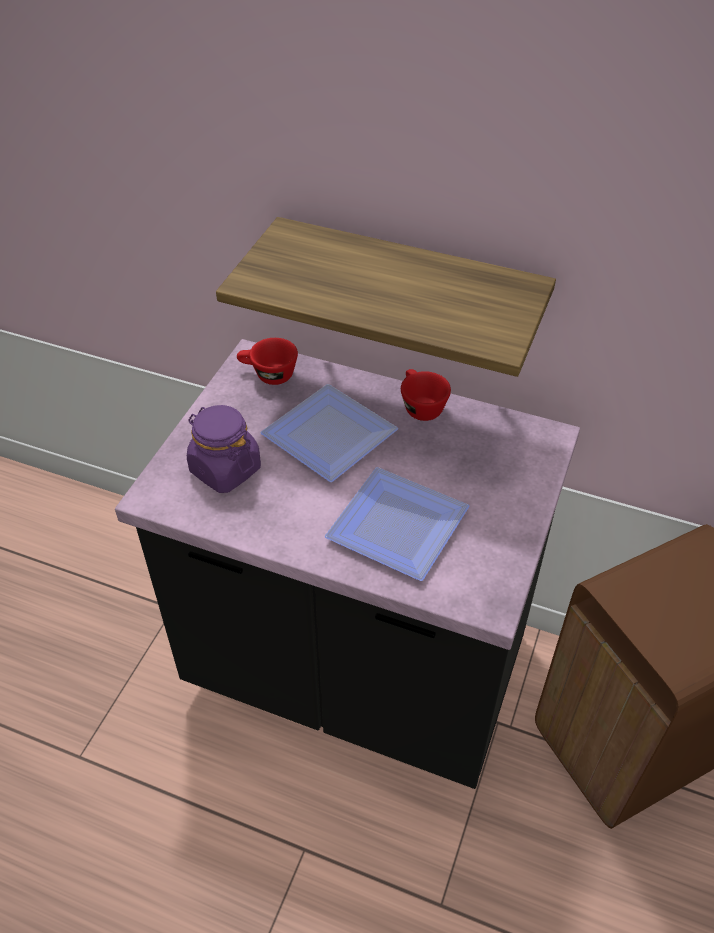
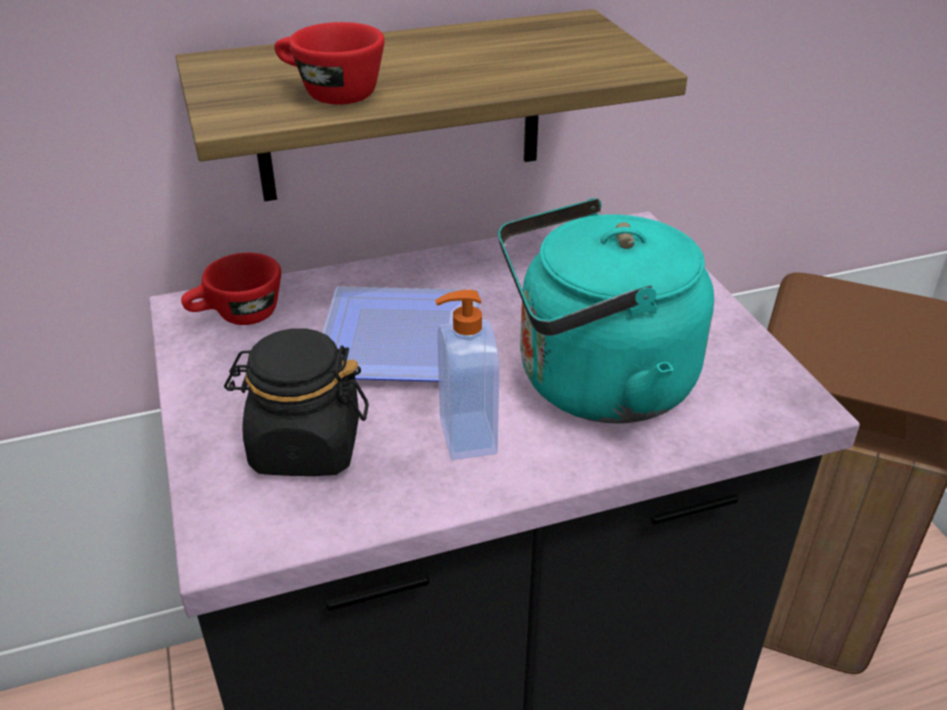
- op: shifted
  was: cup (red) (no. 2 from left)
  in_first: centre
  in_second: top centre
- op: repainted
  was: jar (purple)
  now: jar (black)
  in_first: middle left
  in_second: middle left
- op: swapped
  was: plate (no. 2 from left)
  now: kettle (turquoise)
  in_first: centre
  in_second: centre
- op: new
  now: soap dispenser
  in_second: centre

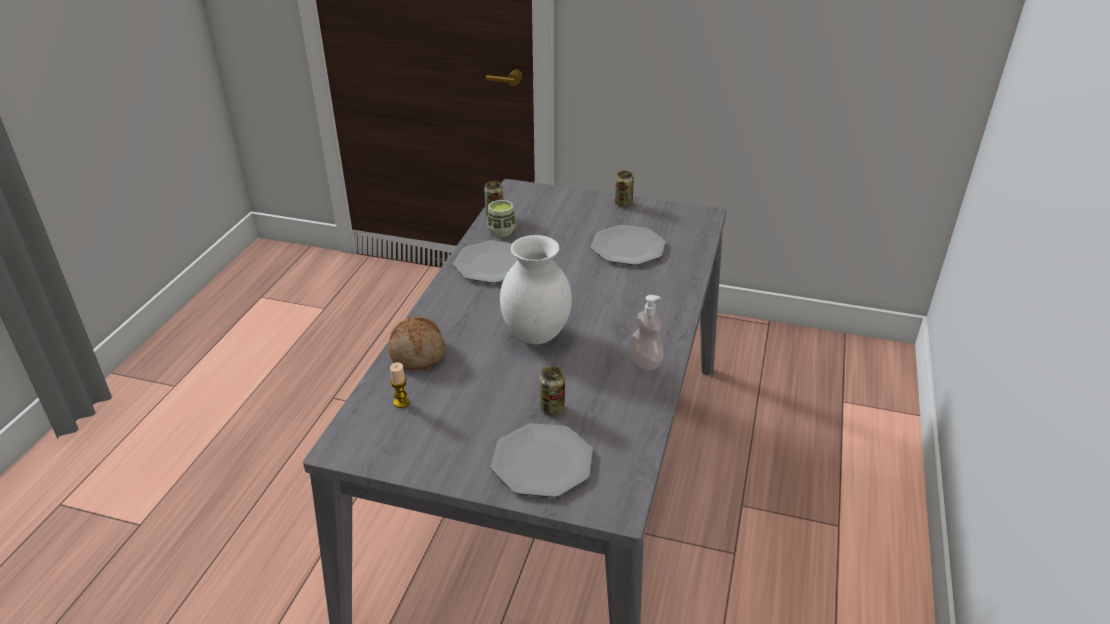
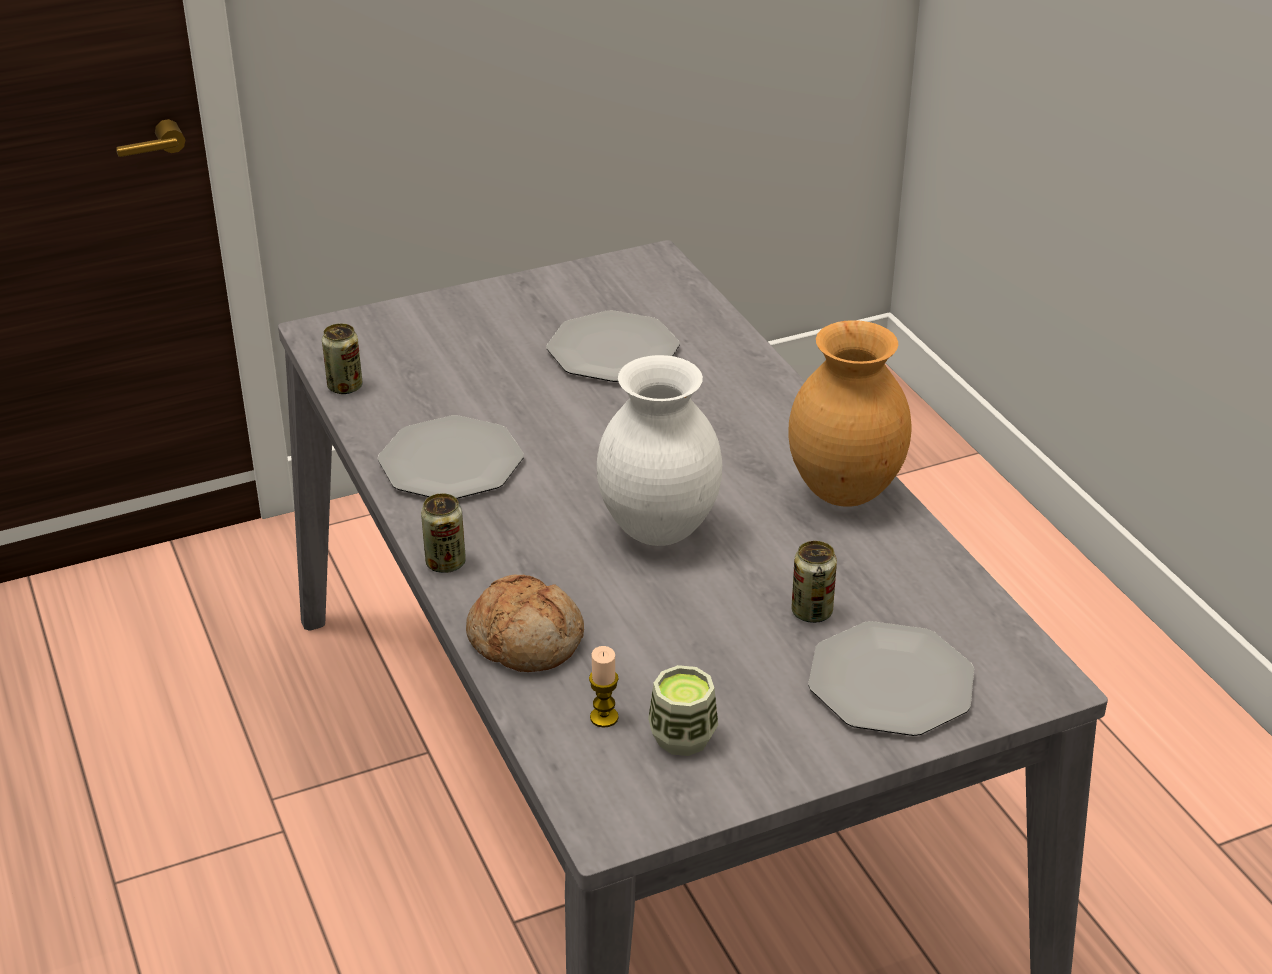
- op: shifted
  was: can (no. 3 from left in the first image)
  now: can (no. 2 from left)
  in_first: top centre
  in_second: centre
- op: shifted
  was: cup
  in_first: centre
  in_second: bottom centre
- op: swapped
  was: soap dispenser
  now: vase (brown)
  in_first: centre
  in_second: middle right

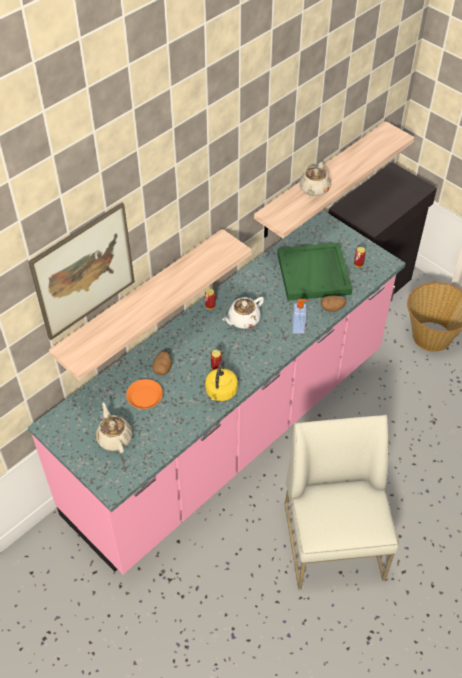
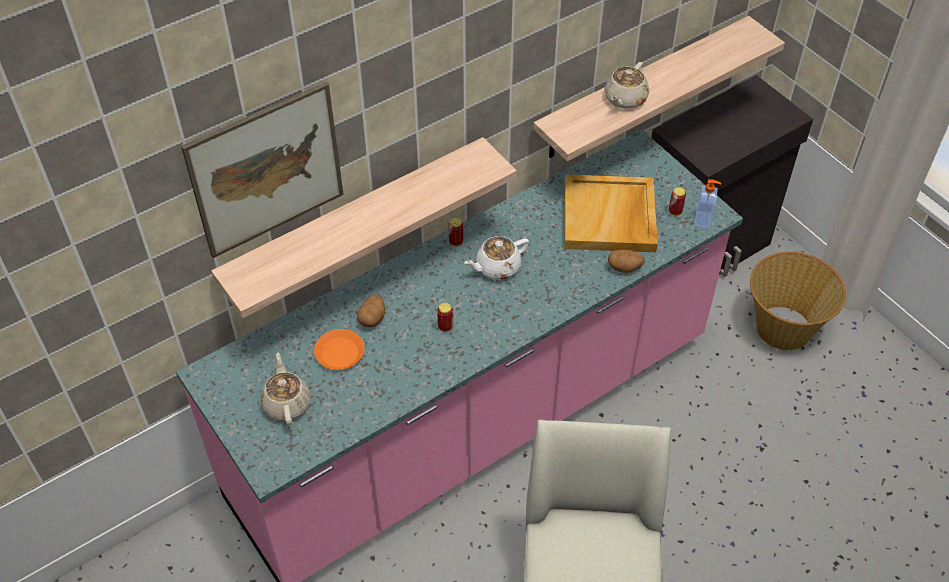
- op: repainted
  was: tray (green)
  now: tray (beige)
  in_first: middle right
  in_second: centre
- op: shifted
  was: soap dispenser
  in_first: centre
  in_second: middle right
- op: gone
  was: kettle (yellow)
  in_first: centre

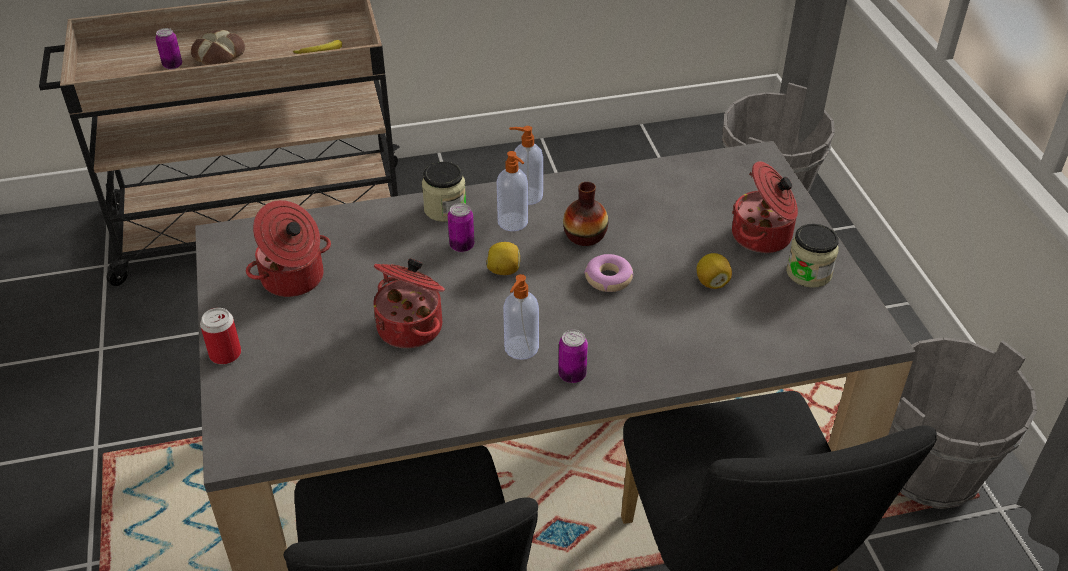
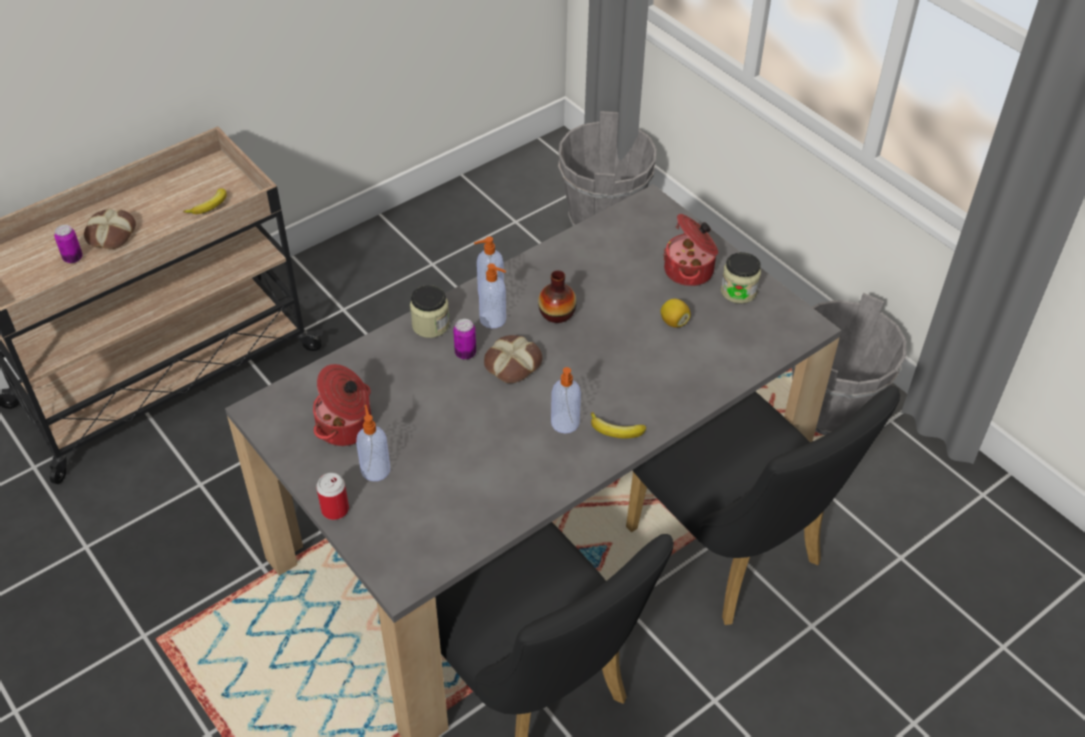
- op: swapped
  was: lemon (no. 1 from left)
  now: bread (no. 2 from left)
  in_first: centre
  in_second: centre
- op: gone
  was: donut
  in_first: centre
- op: gone
  was: cooking pot (no. 2 from left)
  in_first: centre
- op: swapped
  was: can (no. 4 from left)
  now: banana (no. 2 from left)
  in_first: centre
  in_second: centre
- op: new
  now: soap dispenser (no. 1 from left)
  in_second: centre

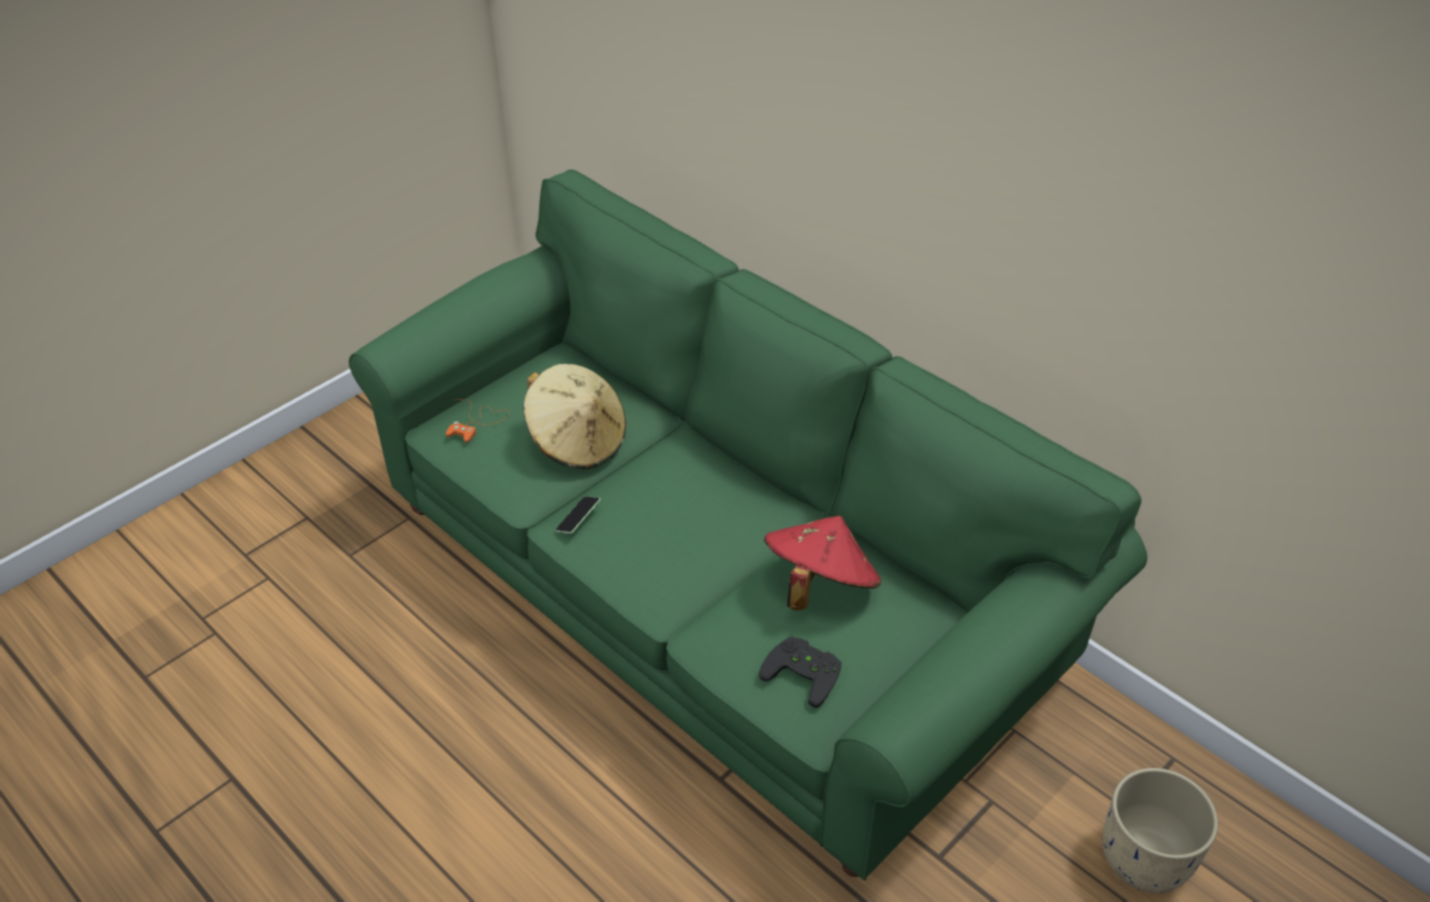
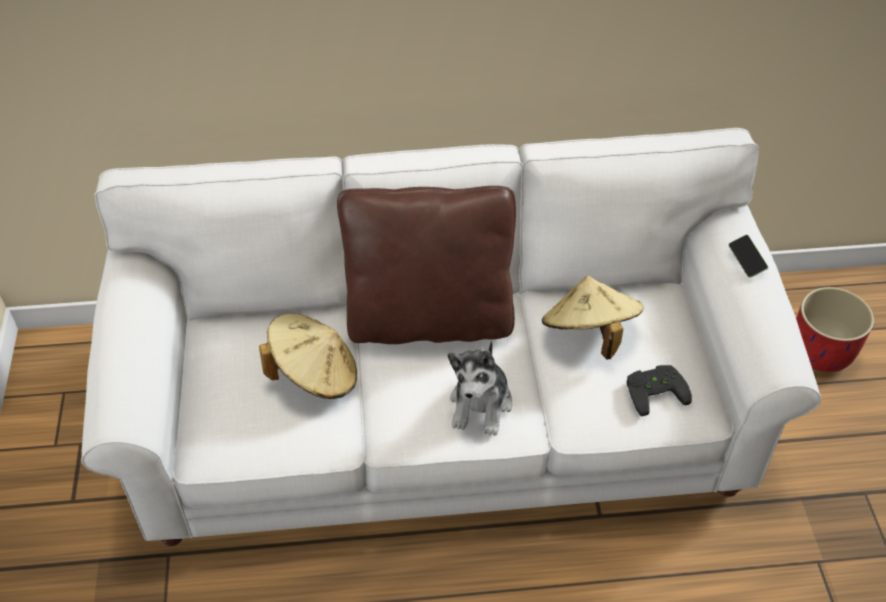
- op: repainted
  was: sofa (green)
  now: sofa (white)
  in_first: centre
  in_second: centre
- op: gone
  was: game controller (orange)
  in_first: centre
- op: shifted
  was: phone
  in_first: centre
  in_second: middle right
- op: repainted
  was: hat (red)
  now: hat (beige) (no. 2 from left)
  in_first: centre
  in_second: middle right
- op: repainted
  was: planter (beige)
  now: planter (red)
  in_first: bottom right
  in_second: middle right
- op: new
  now: pillow (brown)
  in_second: centre
- op: new
  now: plush toy
  in_second: centre

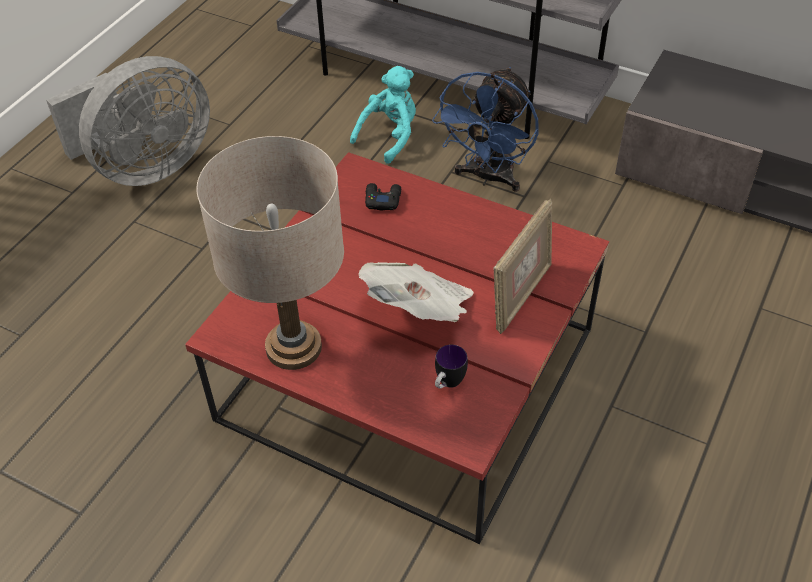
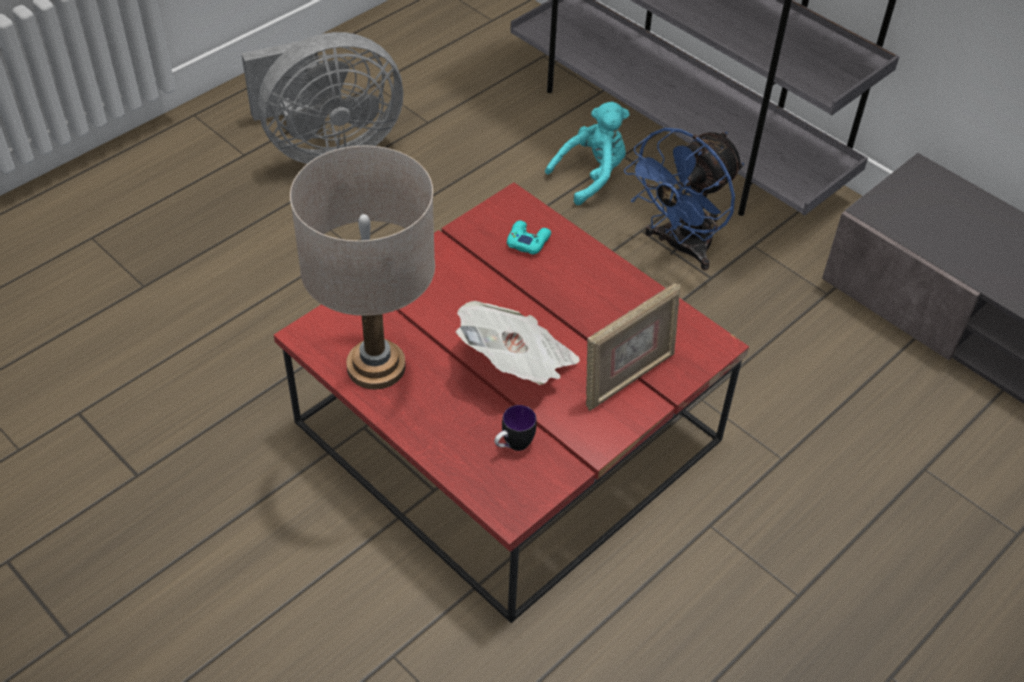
- op: repainted
  was: game controller (black)
  now: game controller (turquoise)
  in_first: centre
  in_second: centre

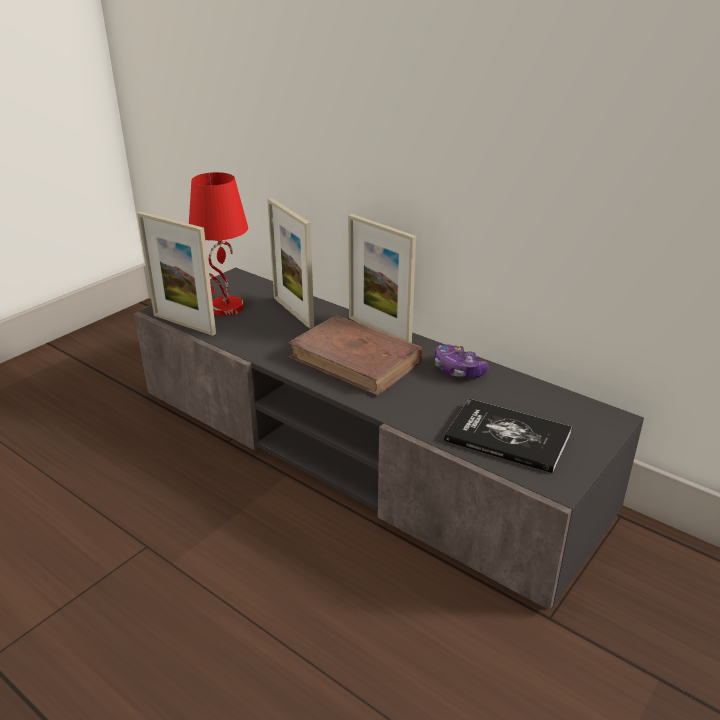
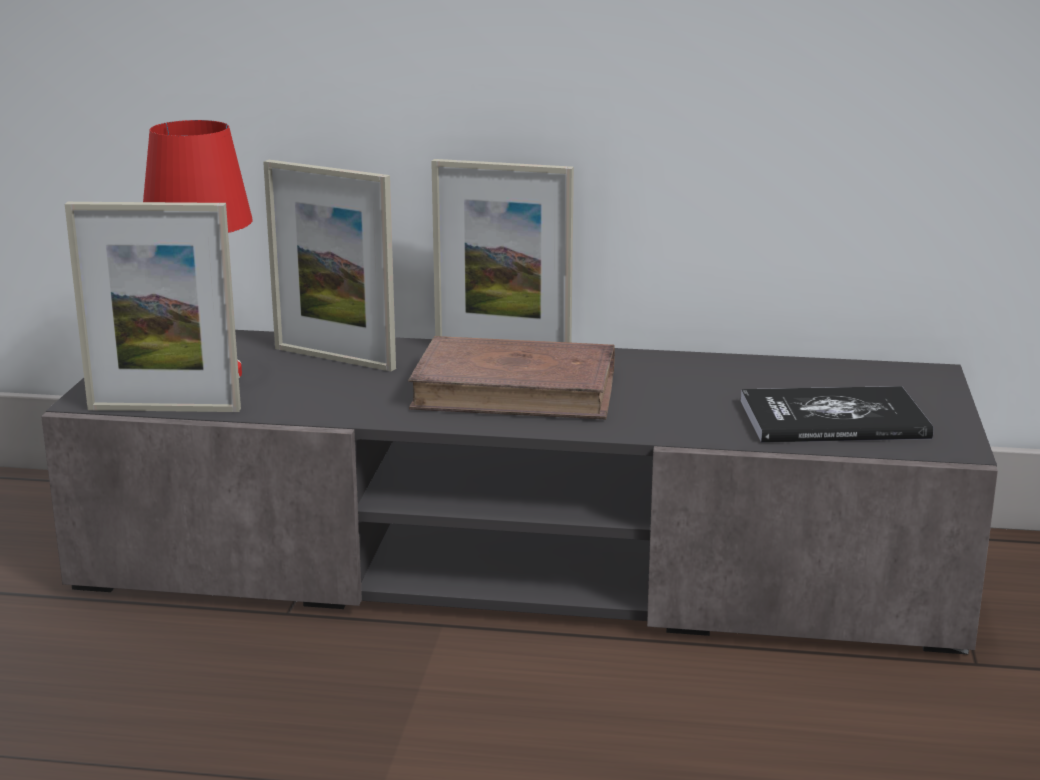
- op: gone
  was: game controller
  in_first: centre

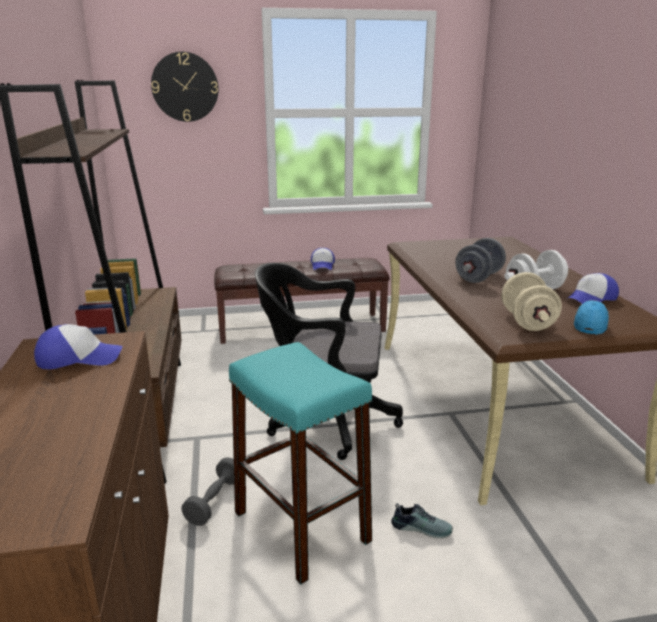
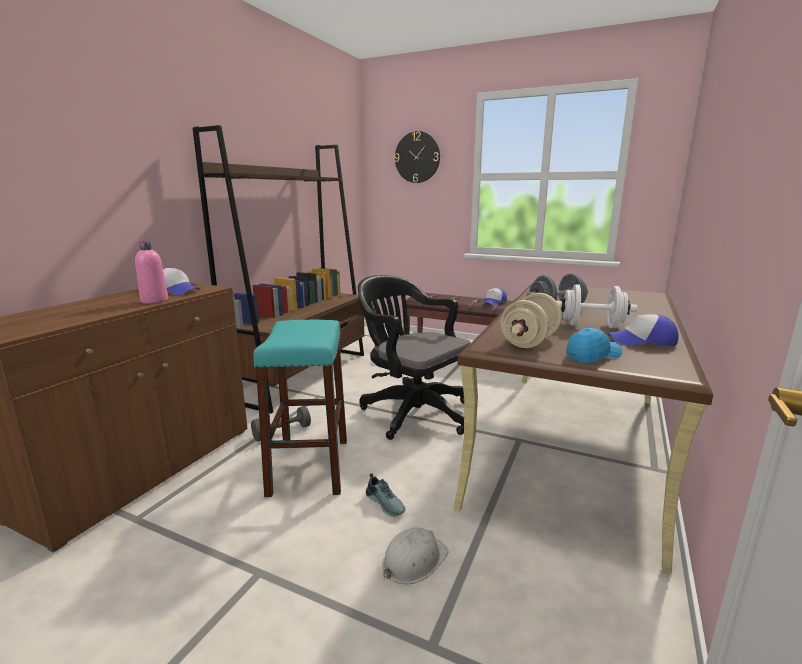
- op: new
  now: bottle (pink)
  in_second: middle left
- op: new
  now: hard hat (white)
  in_second: bottom centre

